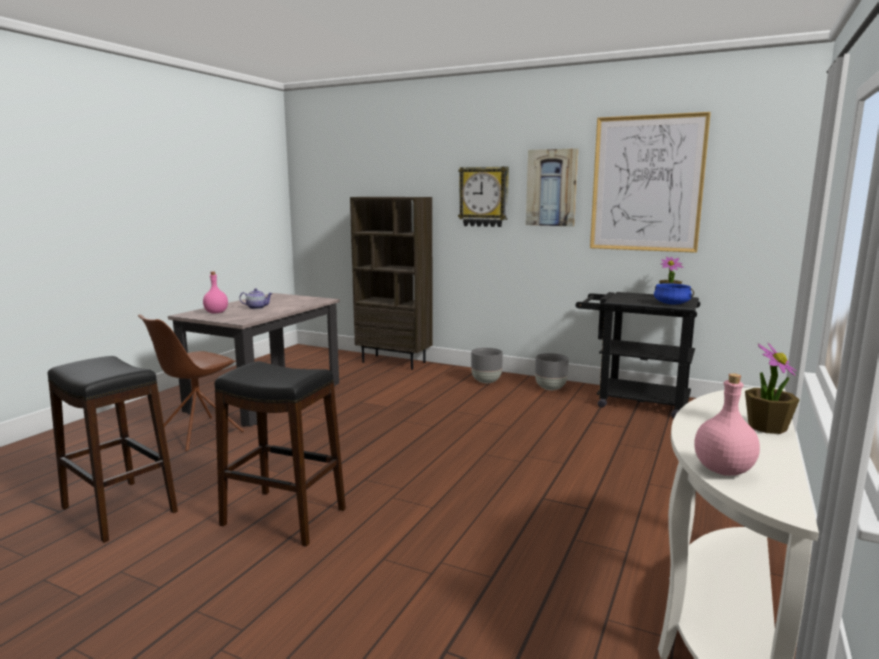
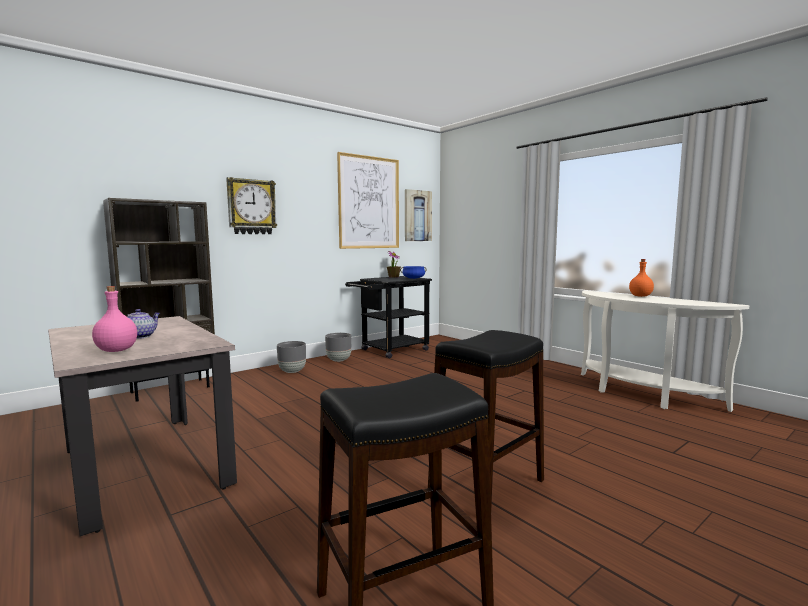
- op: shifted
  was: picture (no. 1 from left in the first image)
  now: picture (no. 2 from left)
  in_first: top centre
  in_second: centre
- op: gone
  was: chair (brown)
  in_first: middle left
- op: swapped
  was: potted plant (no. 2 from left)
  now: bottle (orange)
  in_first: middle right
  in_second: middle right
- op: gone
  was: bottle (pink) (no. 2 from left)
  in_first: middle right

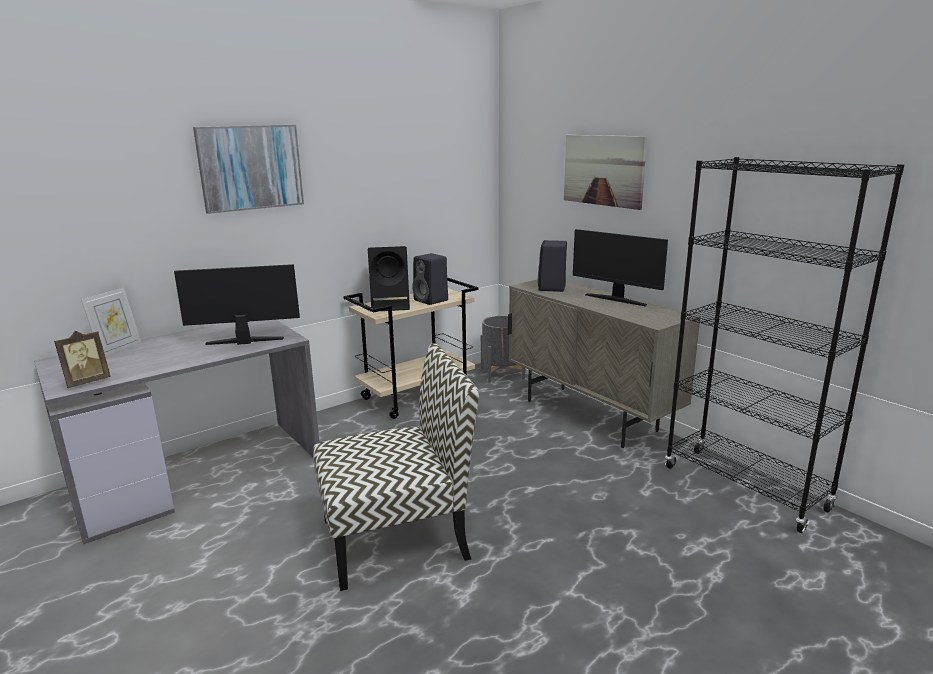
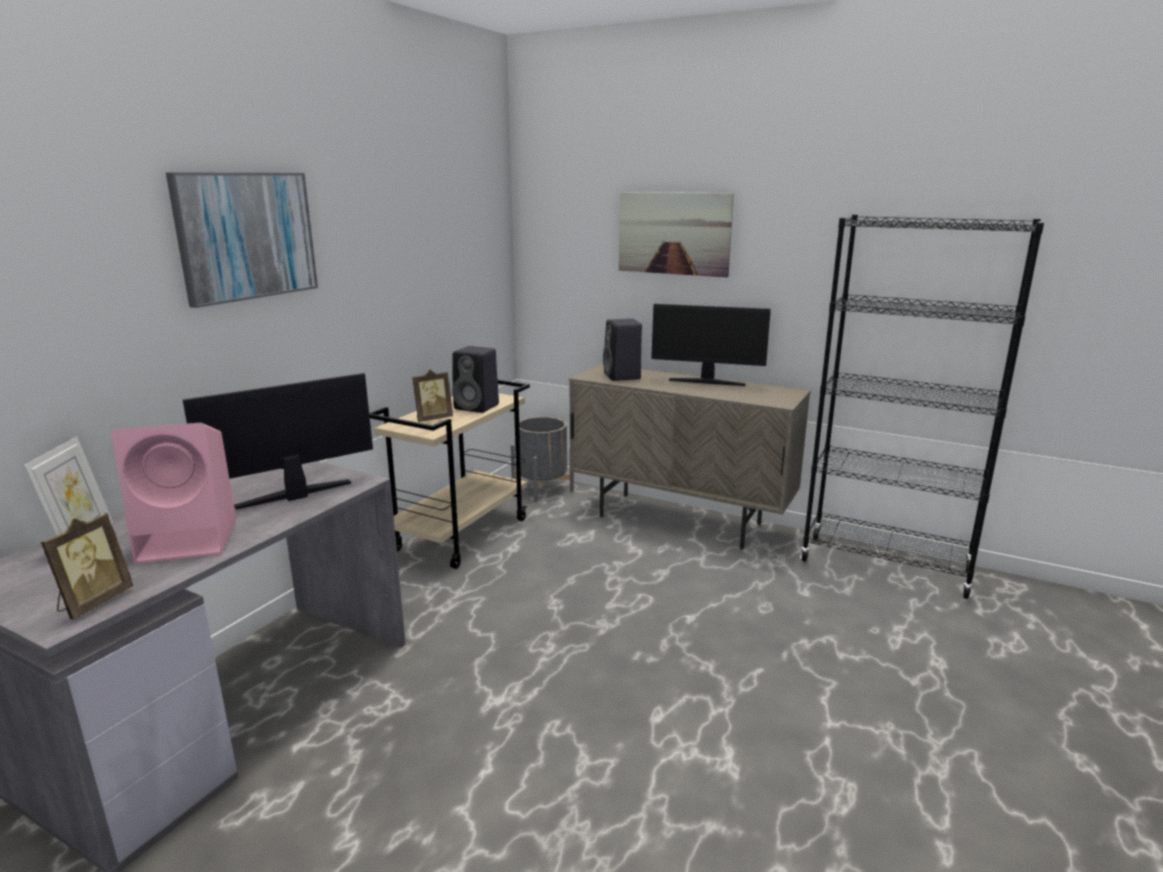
- op: swapped
  was: speaker (black) (no. 1 from left)
  now: picture frame (no. 3 from left)
  in_first: centre
  in_second: centre
- op: gone
  was: chair
  in_first: bottom centre
- op: new
  now: speaker (pink)
  in_second: middle left

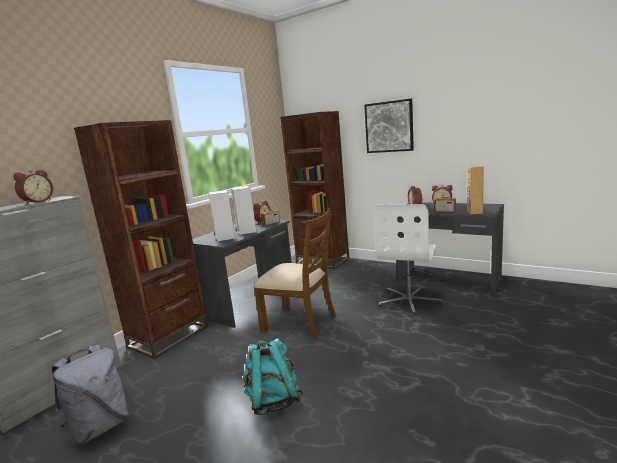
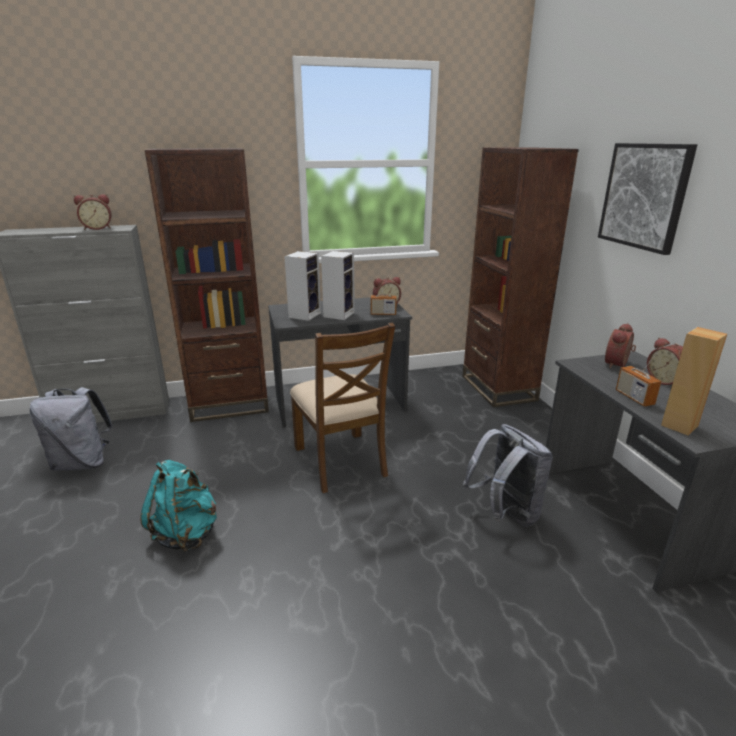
- op: swapped
  was: office chair (white)
  now: backpack (grey) (no. 2 from left)
  in_first: centre
  in_second: middle right

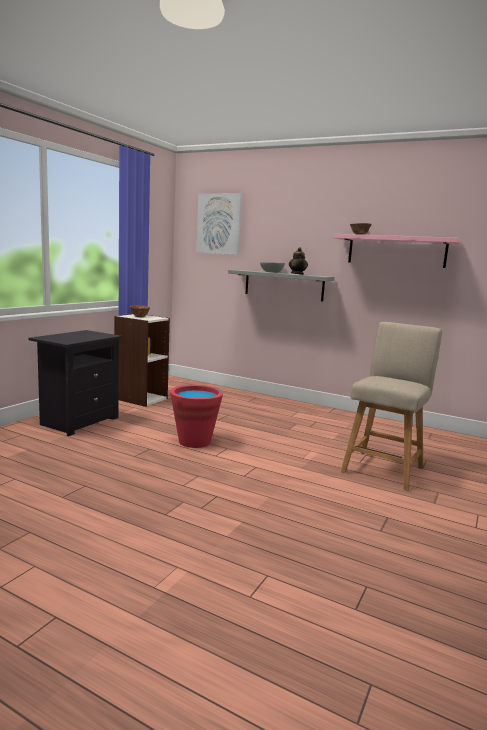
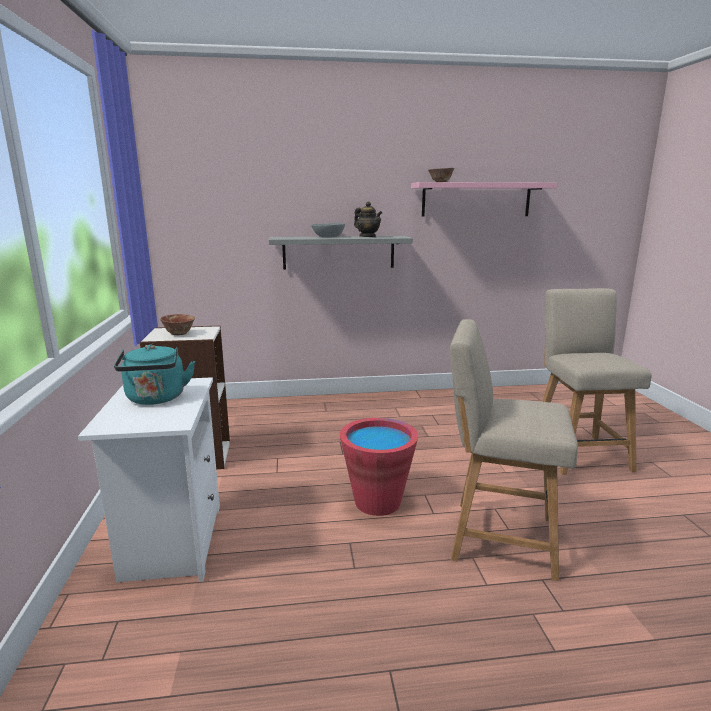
- op: gone
  was: picture
  in_first: top centre
- op: repainted
  was: nightstand (black)
  now: nightstand (white)
  in_first: middle left
  in_second: bottom left
- op: new
  now: chair (beige) (no. 1 from left)
  in_second: middle right
- op: new
  now: kettle (turquoise)
  in_second: middle left

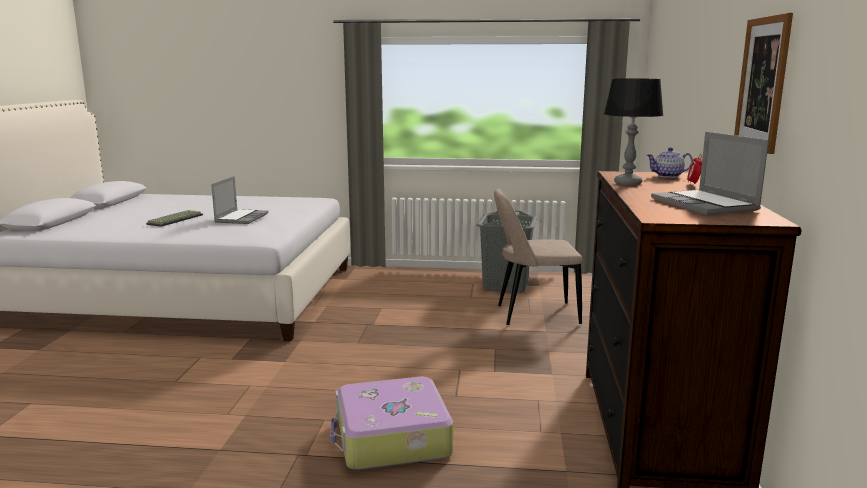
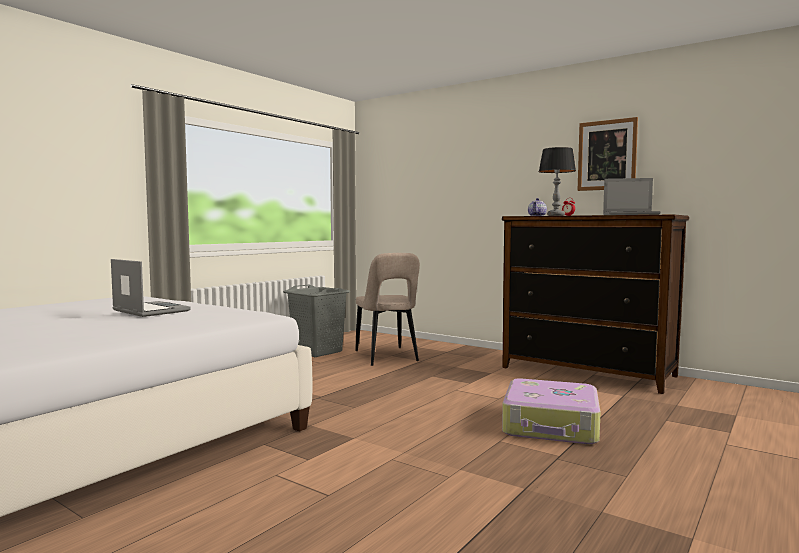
- op: rotated
  was: chair (beige)
  in_first: centre
  in_second: centre
  clockwise: -45
- op: gone
  was: keyboard
  in_first: middle left

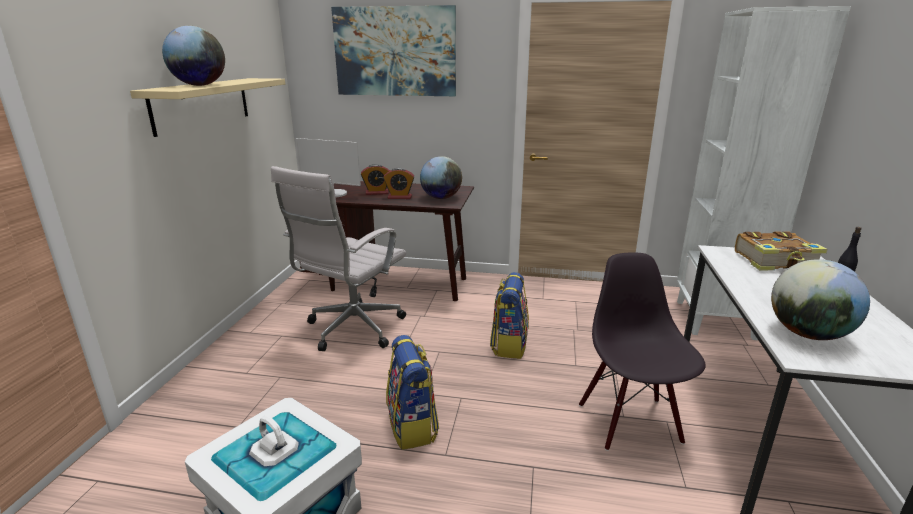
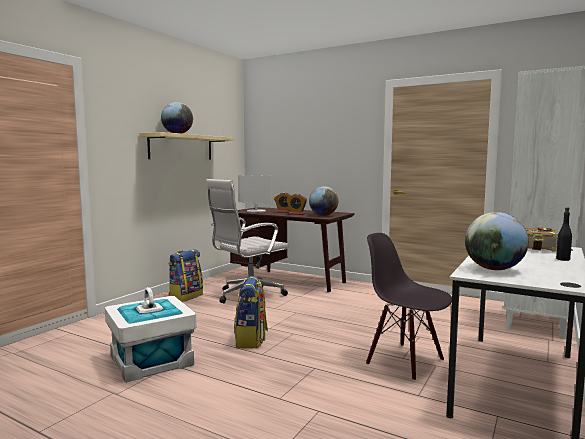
- op: gone
  was: picture
  in_first: top centre
- op: rotated
  was: chair (black)
  in_first: bottom right
  in_second: bottom right
  clockwise: -60
- op: shifted
  was: backpack (no. 2 from left in the first image)
  now: backpack (no. 1 from left)
  in_first: centre
  in_second: middle left

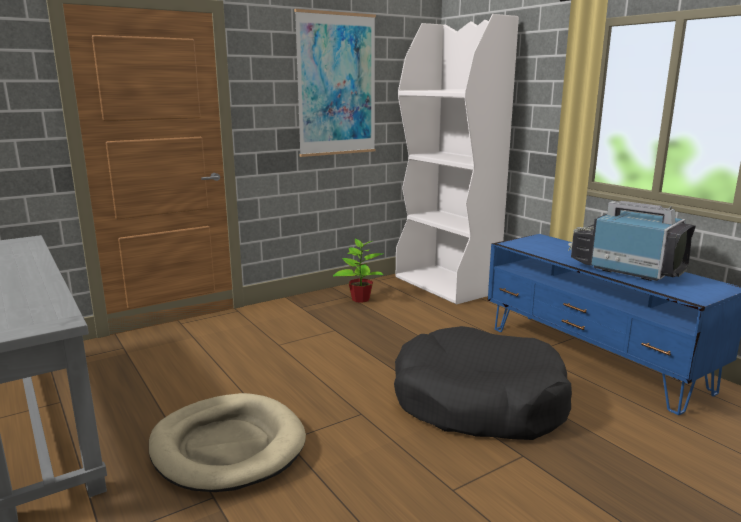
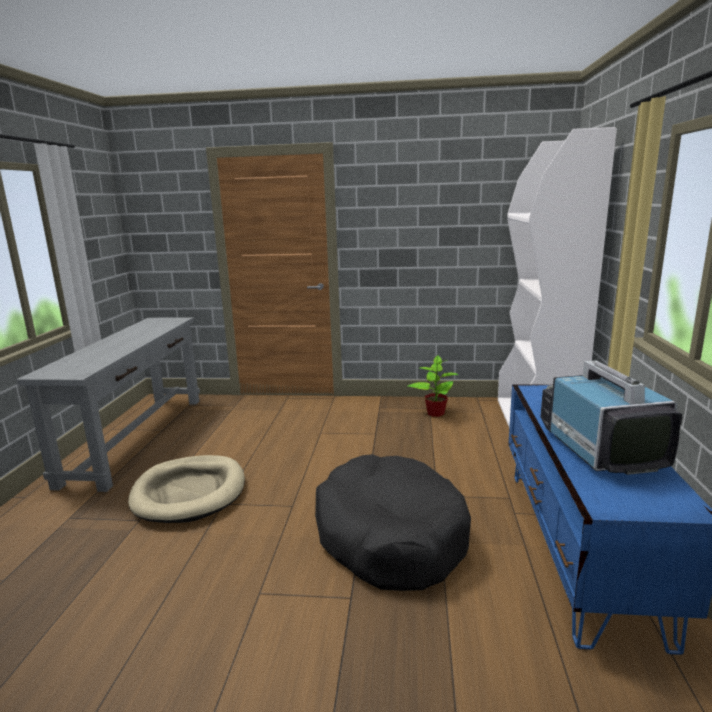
- op: gone
  was: picture
  in_first: top centre

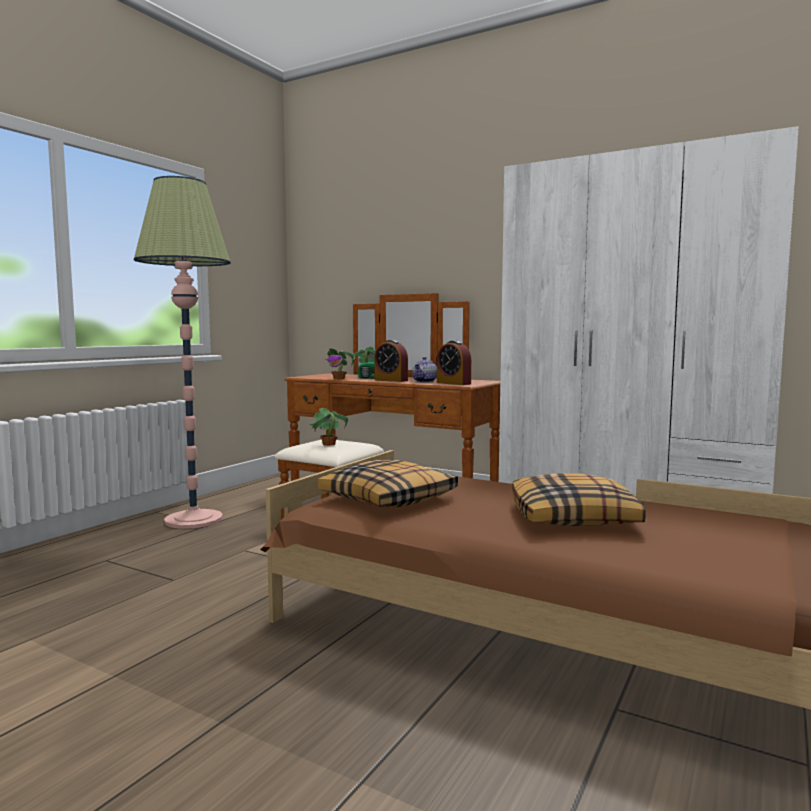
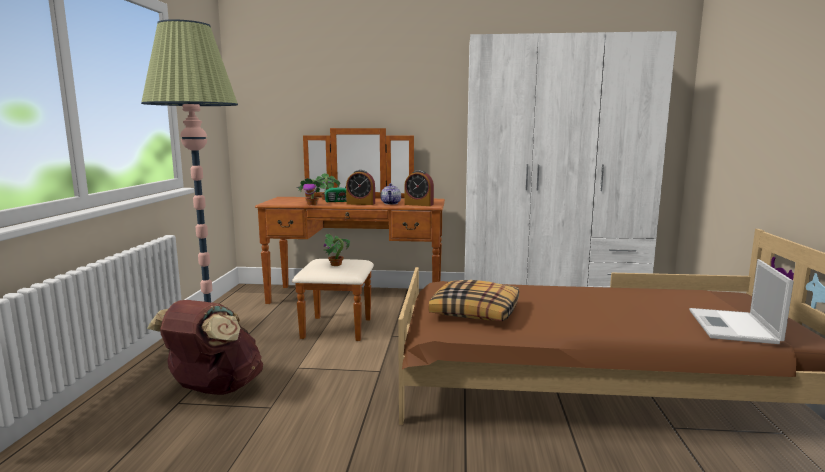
- op: gone
  was: pillow (no. 2 from left)
  in_first: middle right
- op: new
  now: laptop
  in_second: middle right
- op: new
  now: backpack (brown)
  in_second: bottom left

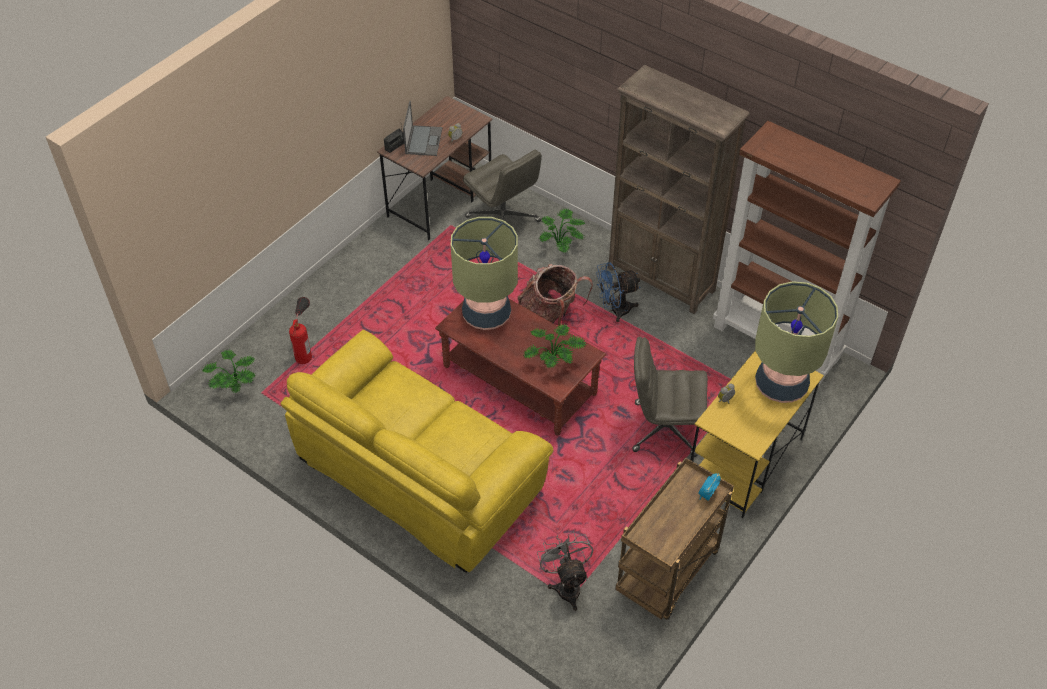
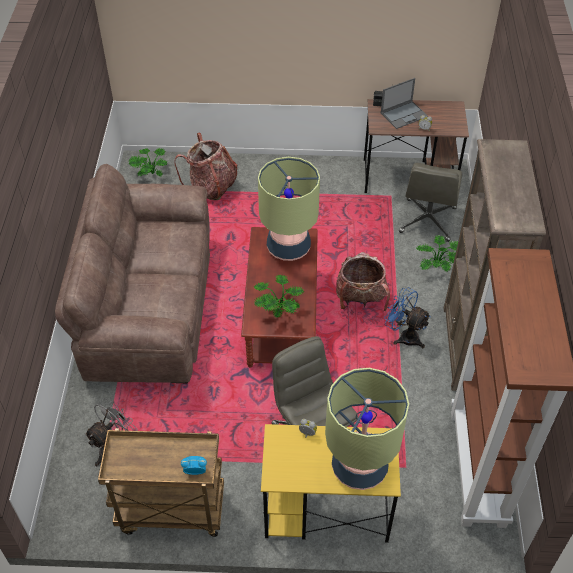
- op: swapped
  was: fire extinguisher
  now: backpack (no. 1 from left)
  in_first: middle left
  in_second: top centre
- op: repainted
  was: sofa (yellow)
  now: sofa (brown)
  in_first: centre
  in_second: middle left

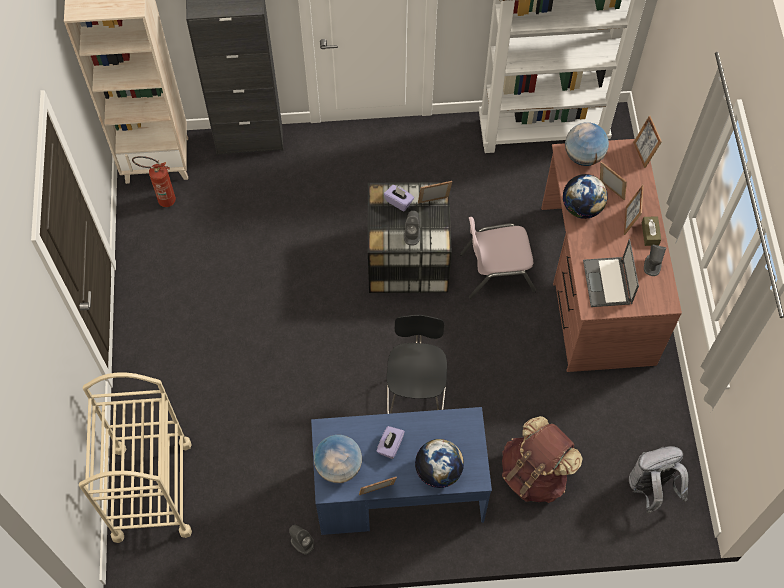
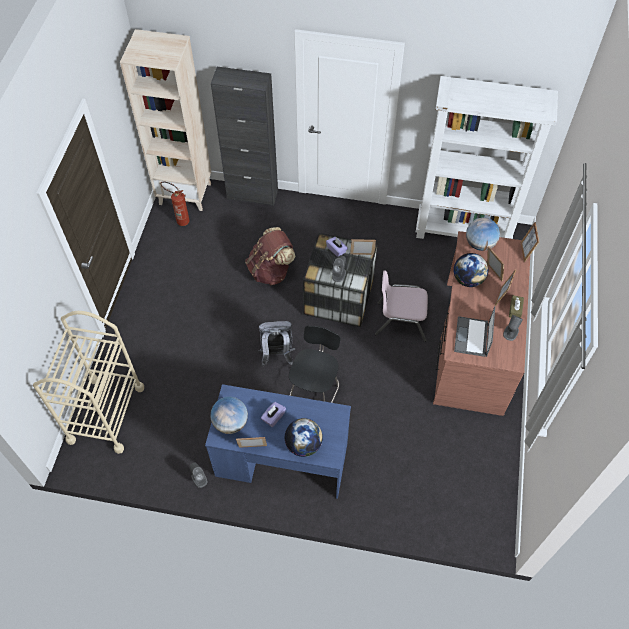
- op: shifted
  was: backpack (brown)
  in_first: bottom right
  in_second: centre
- op: shifted
  was: backpack (grey)
  in_first: bottom right
  in_second: centre

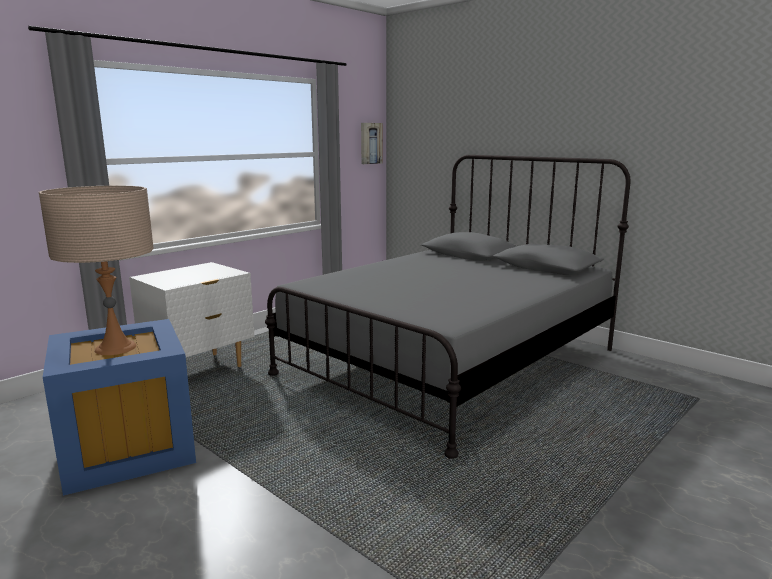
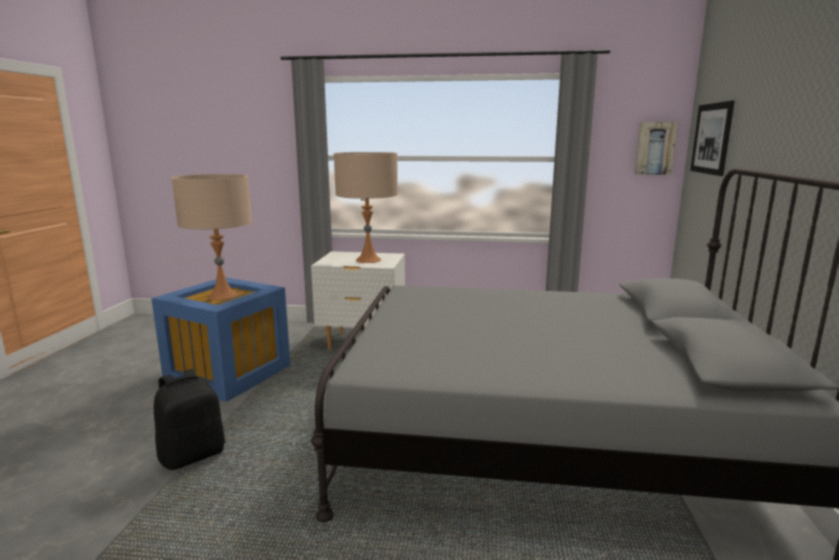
- op: new
  now: picture (no. 2 from left)
  in_second: top right
- op: new
  now: table lamp (beige) (no. 2 from left)
  in_second: centre
- op: new
  now: backpack (black)
  in_second: bottom left

